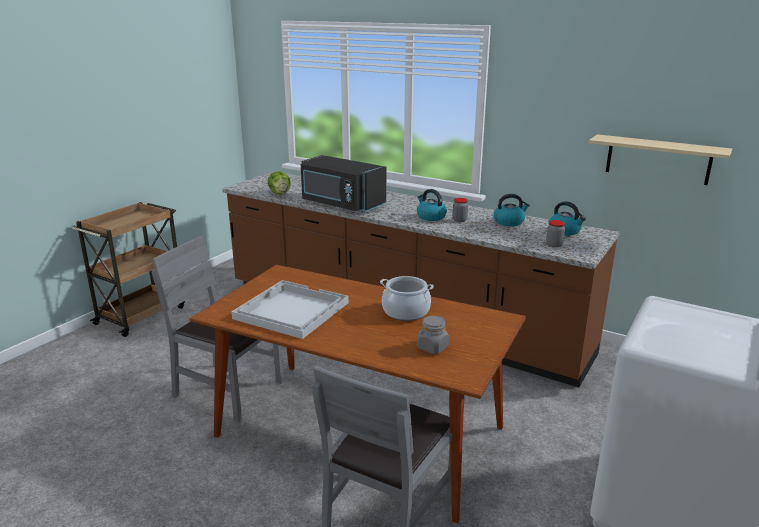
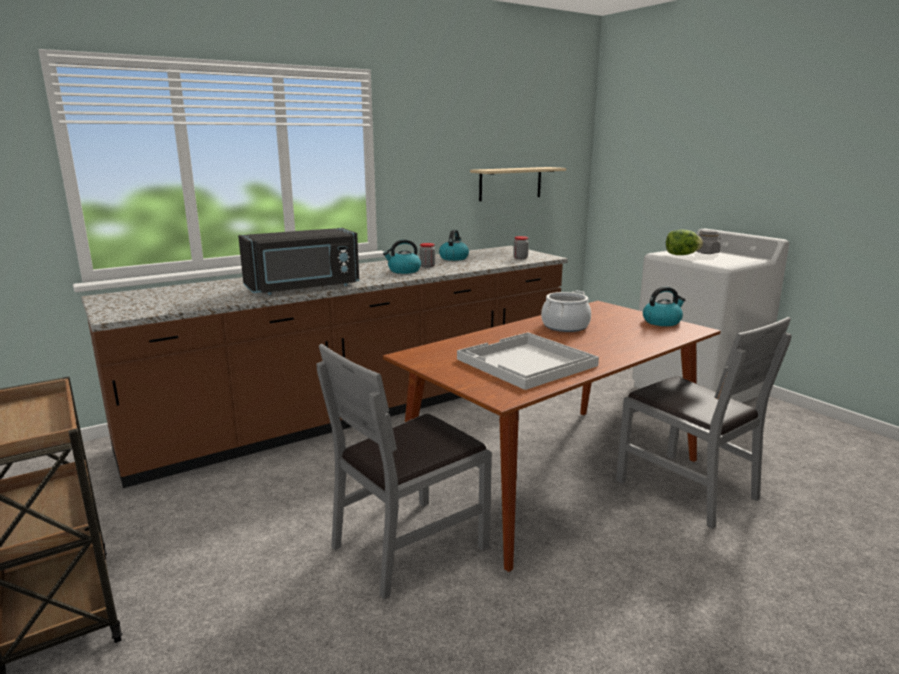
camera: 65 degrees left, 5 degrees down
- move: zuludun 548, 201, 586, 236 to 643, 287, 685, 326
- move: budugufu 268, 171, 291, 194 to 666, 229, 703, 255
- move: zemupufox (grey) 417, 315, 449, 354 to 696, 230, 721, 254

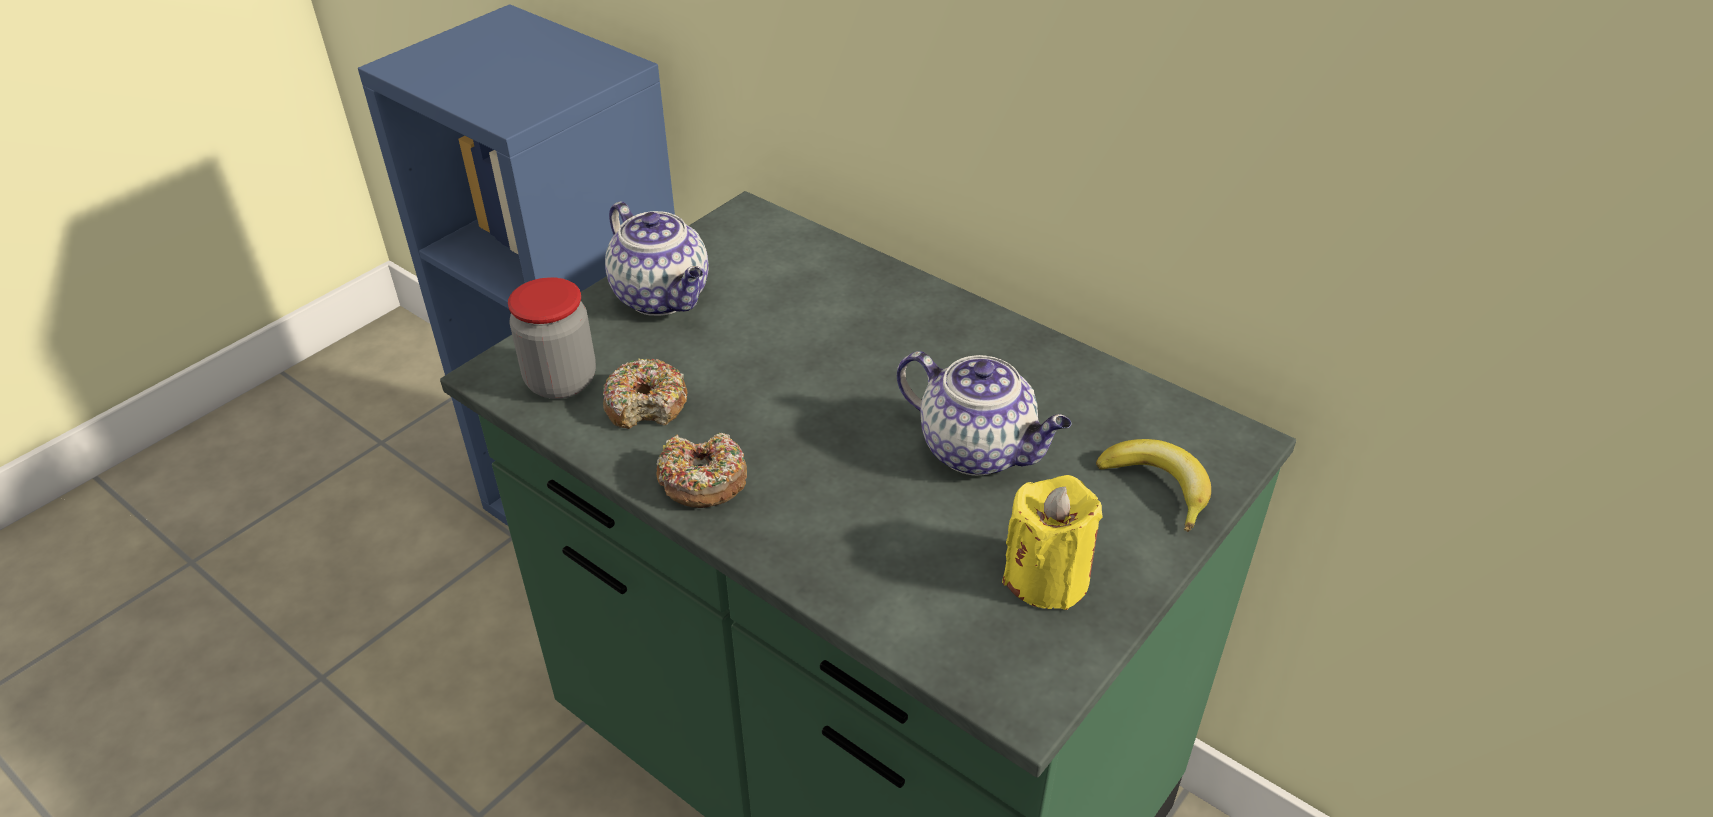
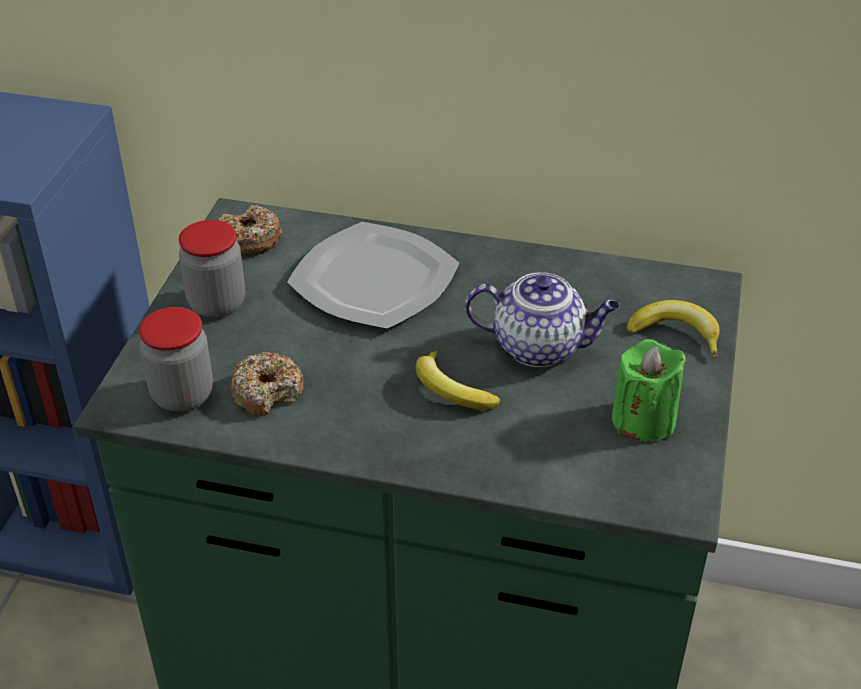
camera: 25 degrees left, 0 degrees up
- replace: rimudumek 605, 201, 709, 316 to zemupufox 179, 220, 245, 318
- move: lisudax 656, 433, 747, 508 to 219, 205, 282, 255
- insert: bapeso 287, 222, 459, 329
- insert: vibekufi 416, 350, 501, 410
- recolor: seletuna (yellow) 1002, 475, 1103, 610 to seletuna (green) 612, 339, 686, 442

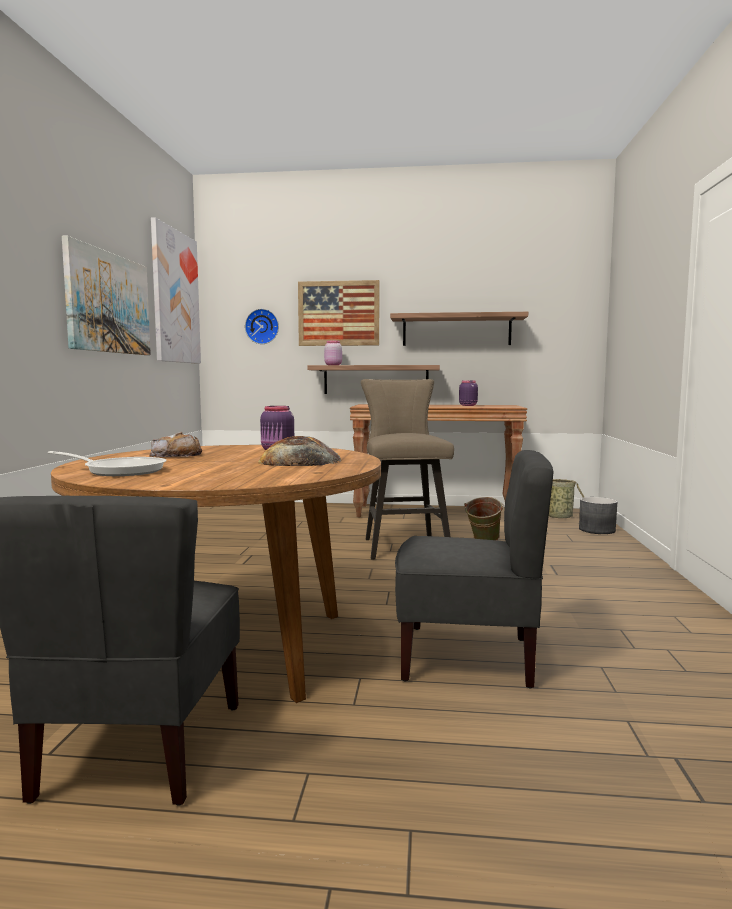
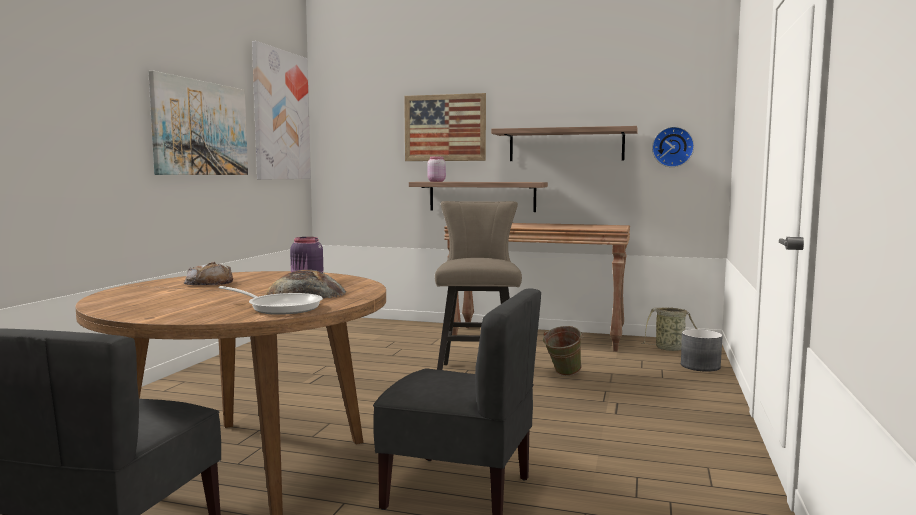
camera: 10 degrees right, 0 degrees up
- move: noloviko 48, 451, 167, 476 to 219, 286, 323, 315
- move: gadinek 245, 309, 279, 344 to 652, 127, 694, 167
- delete: zemupufox (purple) 459, 380, 478, 406

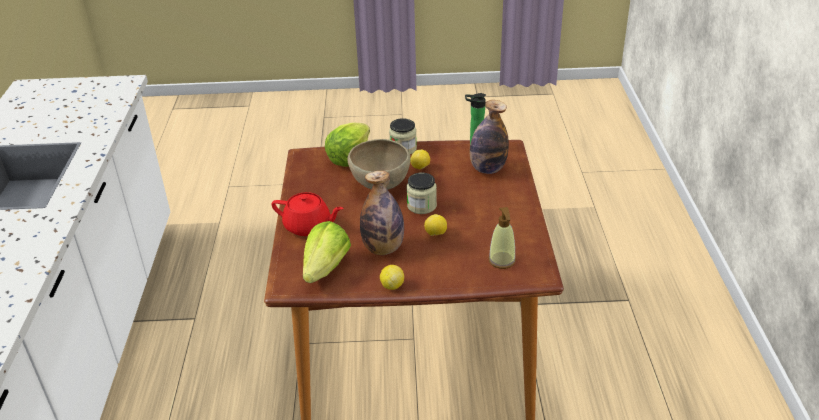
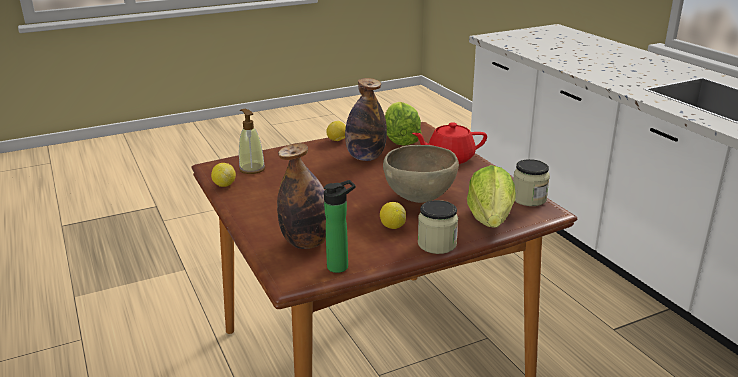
camera: 155 degrees right, 10 degrees down
- move: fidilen 424, 214, 447, 236 to 211, 163, 236, 187
- move: zemupufox 407, 173, 437, 214 to 513, 159, 550, 206

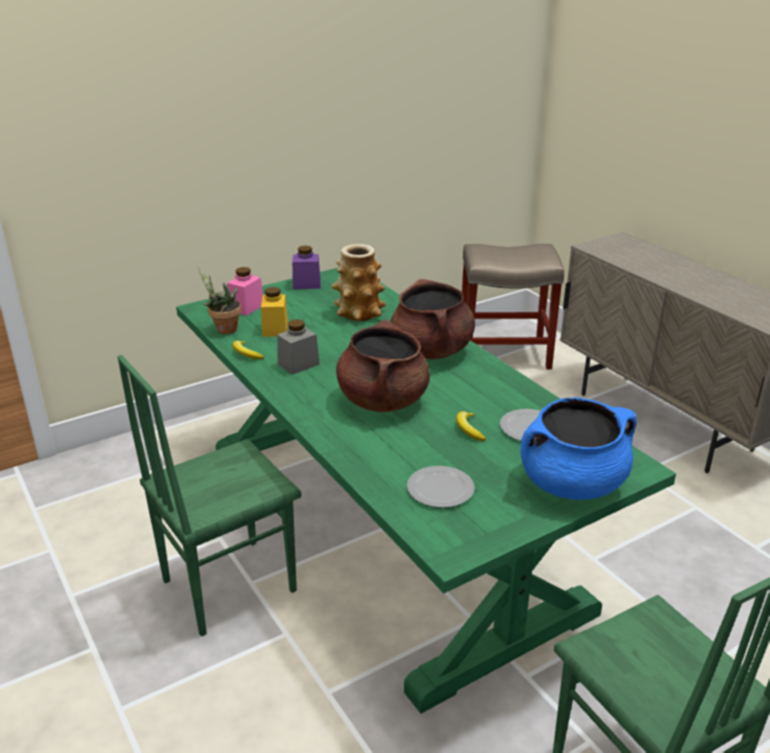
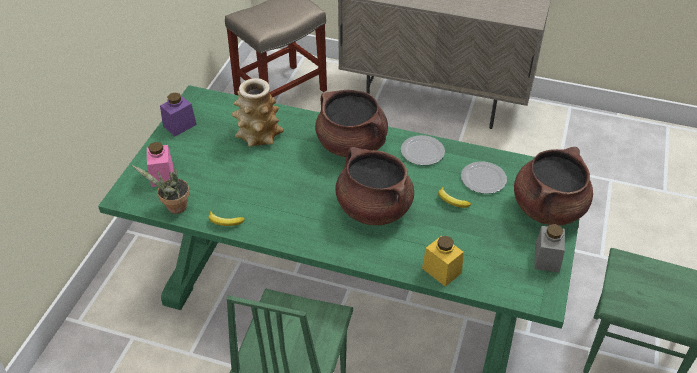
camera: 40 degrees left, 15 degrees up
- move: bapeso 407, 466, 474, 508 to 401, 135, 445, 165
- move: zemupufox (yellow) 261, 287, 288, 337 to 422, 236, 464, 287
- recolor: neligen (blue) 520, 397, 637, 500 to neligen (brown) 514, 147, 593, 225
- move: zemupufox (grey) 277, 319, 320, 375 to 534, 224, 565, 273

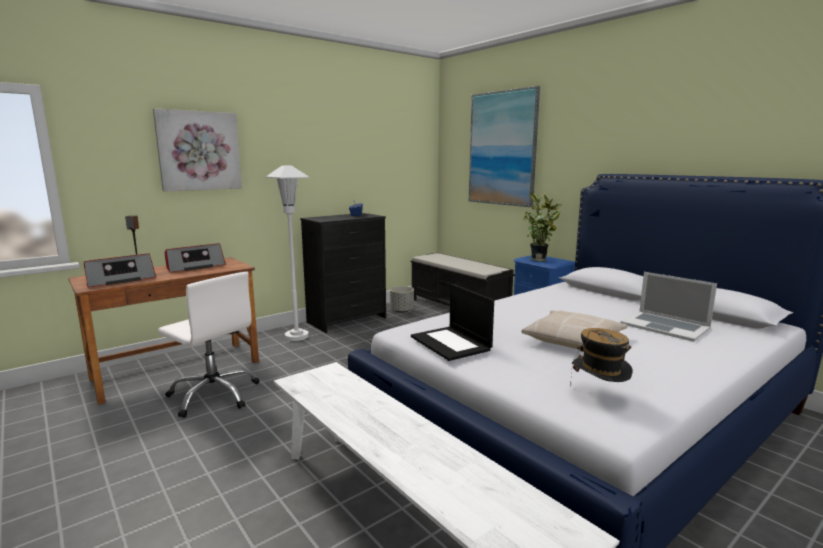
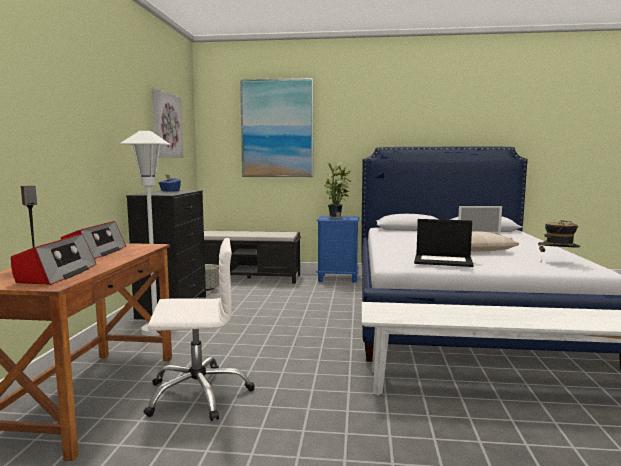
camera: 45 degrees left, 5 degrees down
- move: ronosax 153, 109, 242, 192 to 151, 88, 184, 158

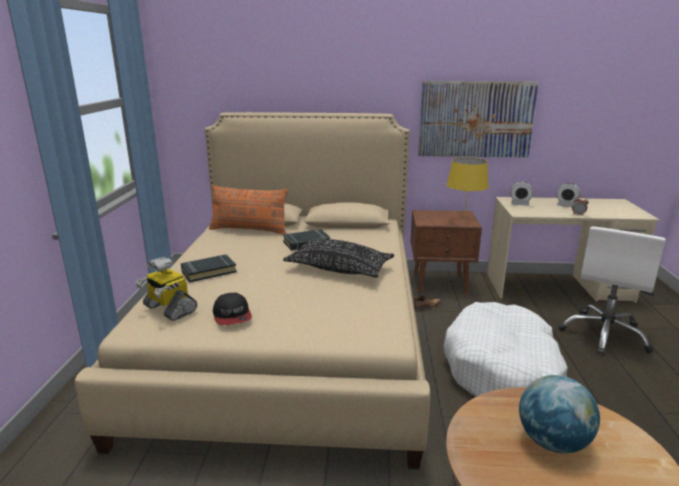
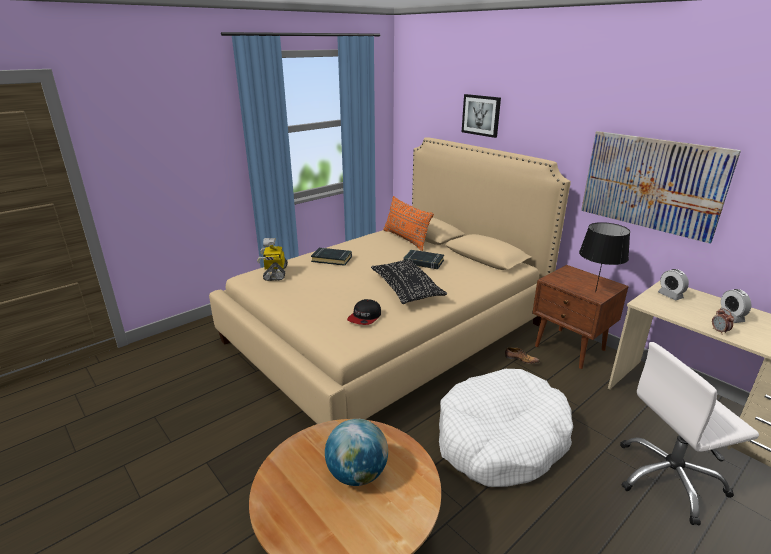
camera: 45 degrees right, 5 degrees up
- move: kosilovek 213, 293, 252, 325 to 347, 299, 381, 325
- insert: ronosax 462, 94, 501, 138
- recolor: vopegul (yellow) 446, 158, 489, 219 to vopegul (black) 579, 222, 630, 292

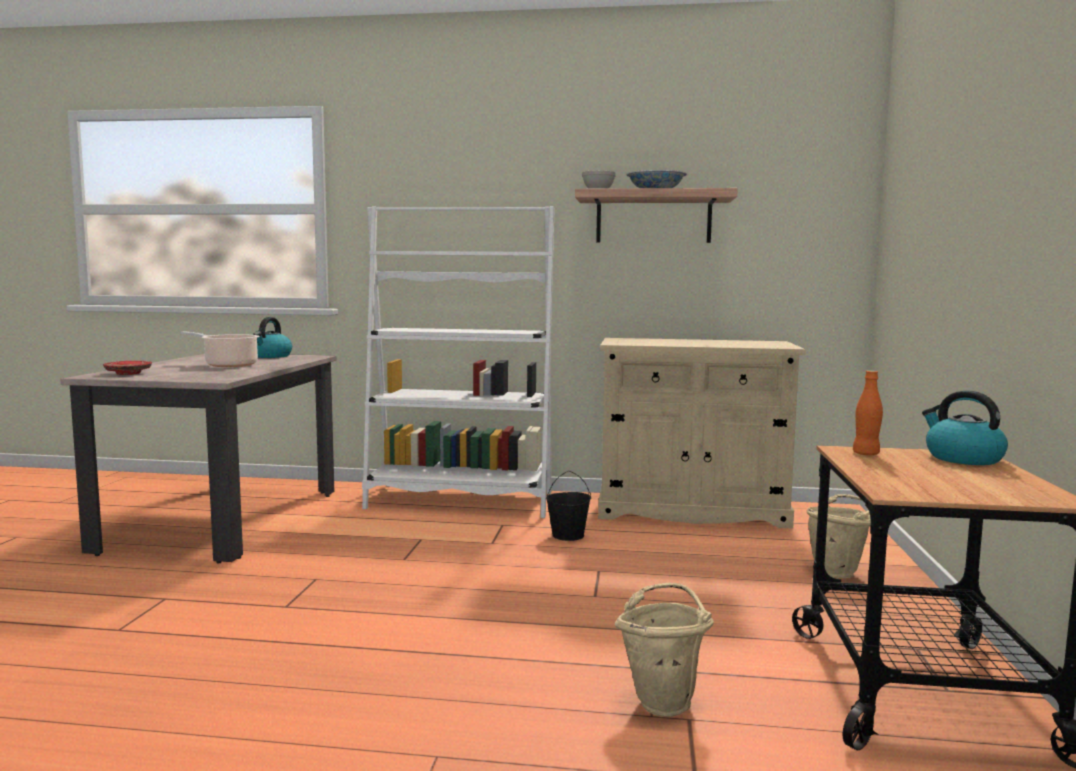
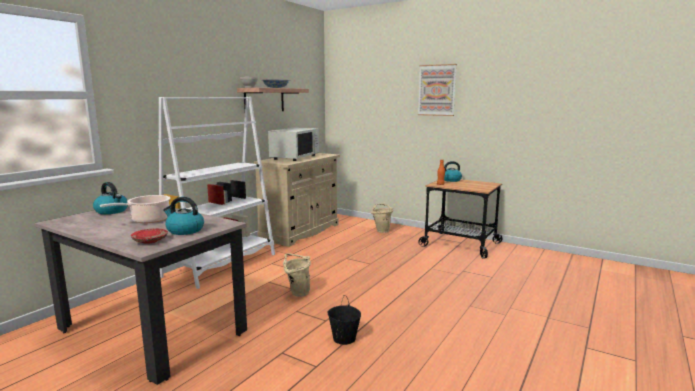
camera: 65 degrees left, 5 degrees up
- insert: zuludun 163, 197, 204, 235
- insert: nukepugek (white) 268, 128, 319, 161
- move: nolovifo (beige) 615, 583, 714, 717 to 283, 253, 311, 297
- move: nolovifo (black) 546, 471, 591, 541 to 327, 295, 361, 345
- insert: ronosax 418, 64, 457, 116

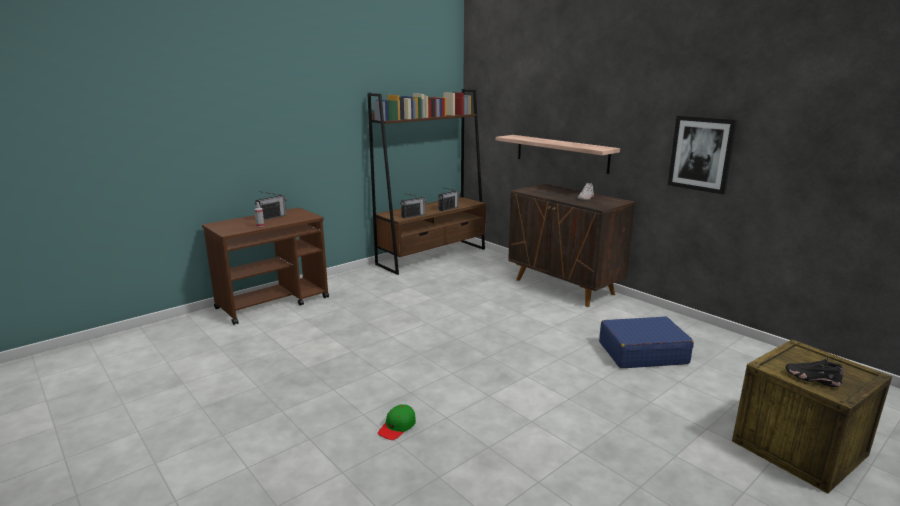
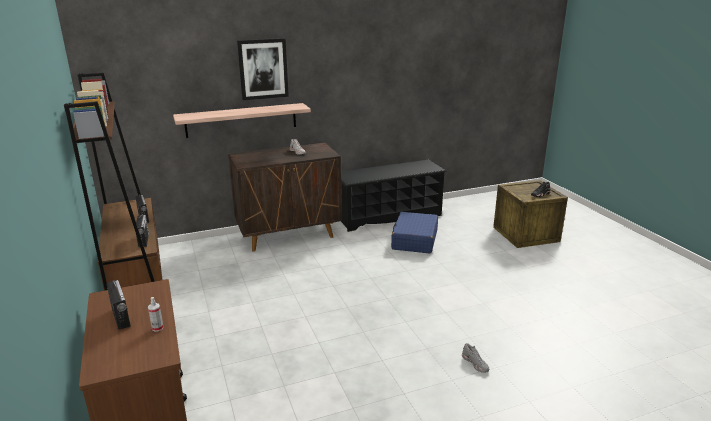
camera: 70 degrees left, 5 degrees up
- move: ronosax 668, 116, 737, 194 to 237, 38, 289, 100
- insert: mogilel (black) 341, 160, 447, 232
- replace: kosilovek (green) 378, 404, 416, 440 to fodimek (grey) 462, 343, 489, 373

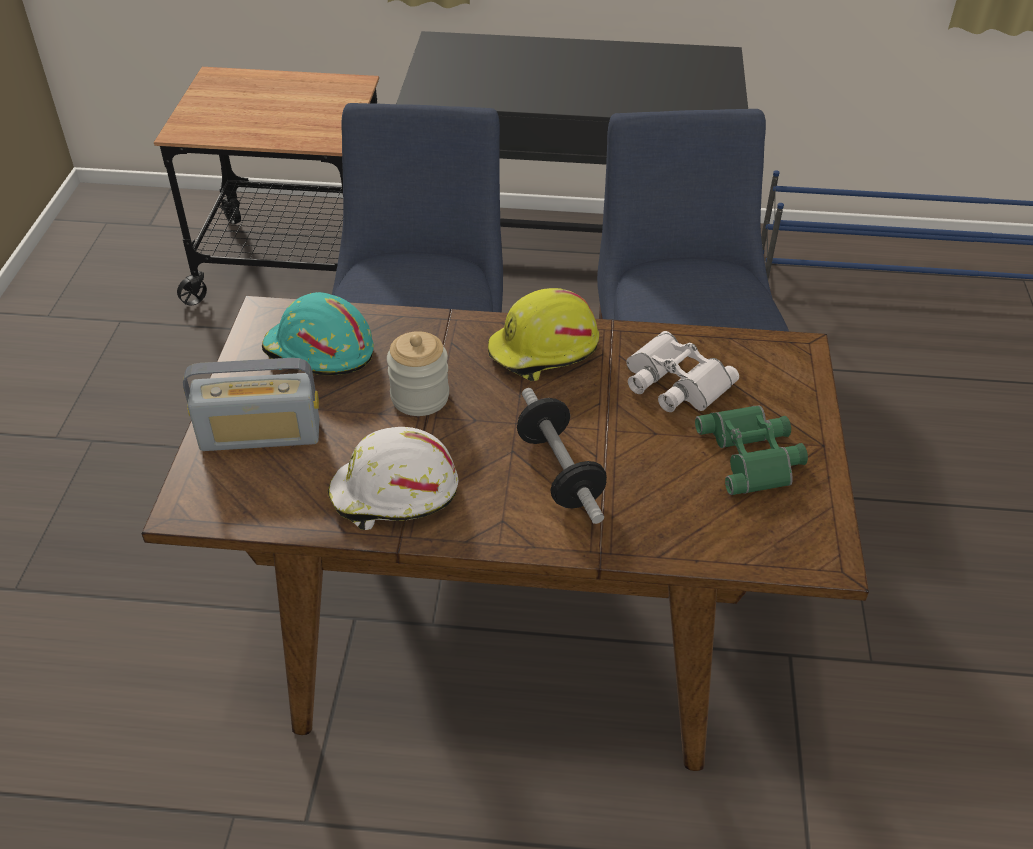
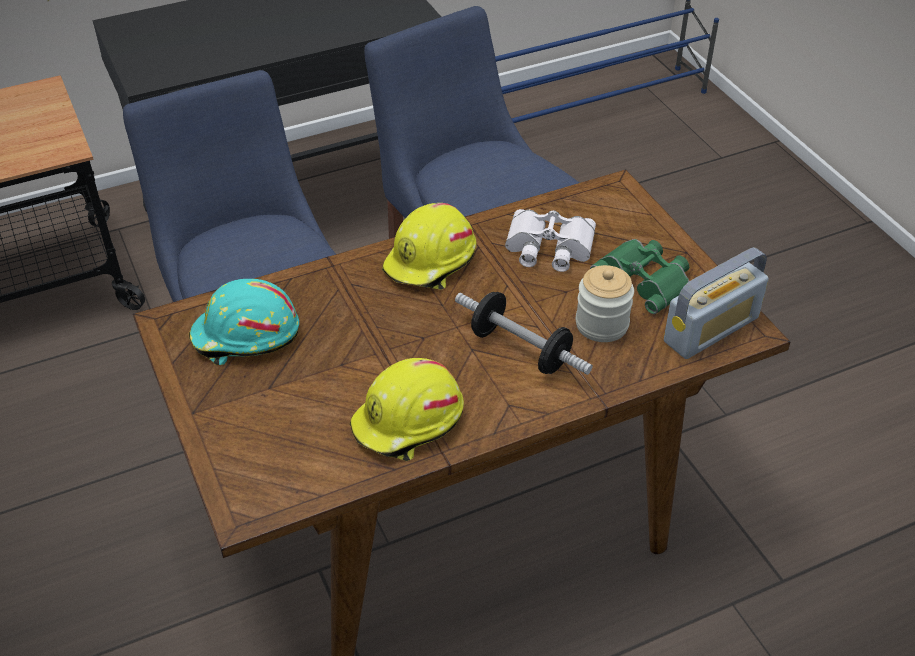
camera: 30 degrees left, 0 degrees up
- recolor: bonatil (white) 327, 427, 458, 530 to bonatil (yellow) 350, 358, 464, 461
- move: zemupufox 387, 331, 449, 416 to 576, 265, 634, 342
- move: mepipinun 183, 358, 319, 451 to 664, 247, 769, 359

